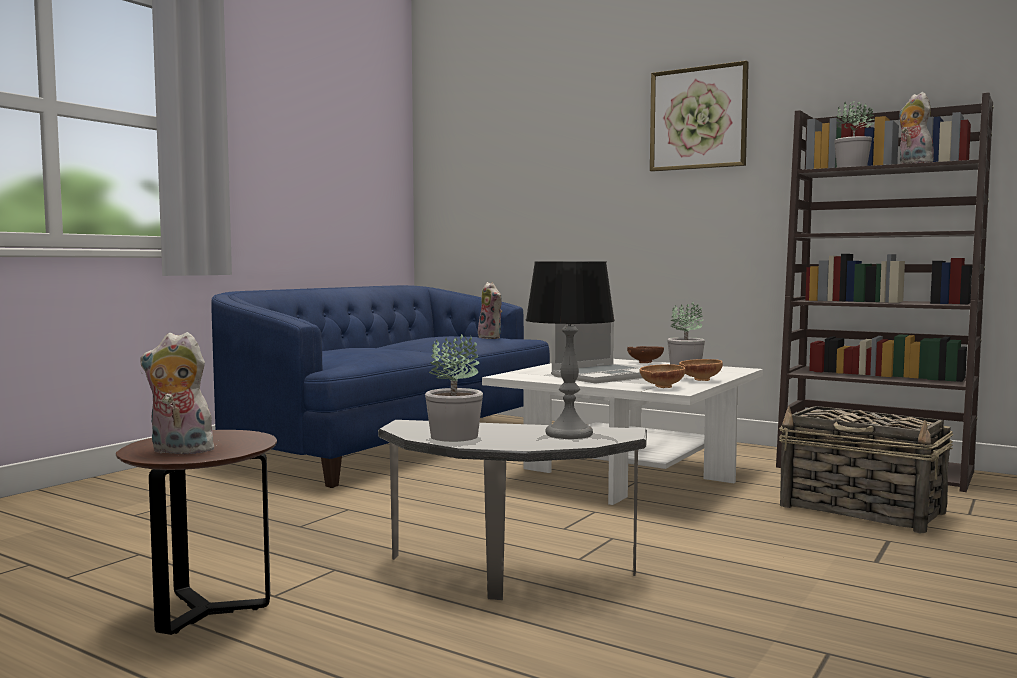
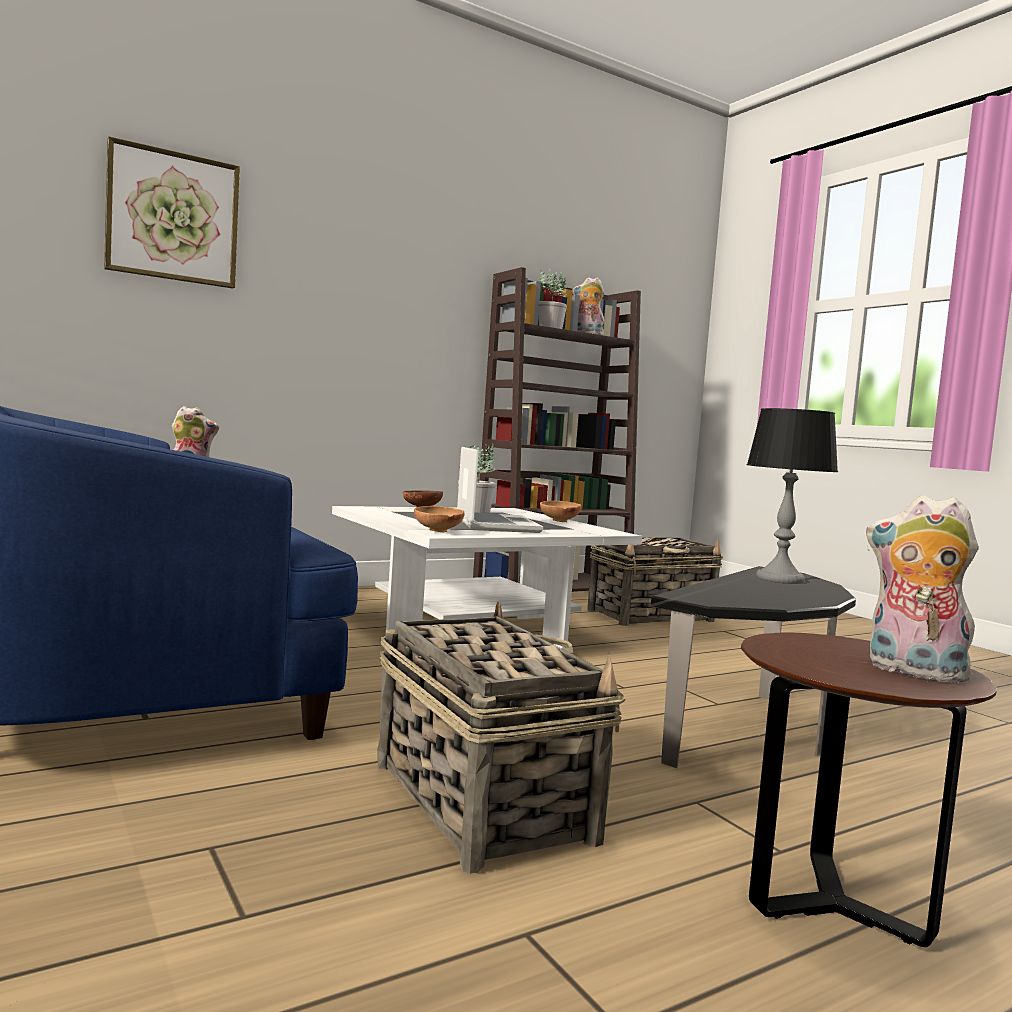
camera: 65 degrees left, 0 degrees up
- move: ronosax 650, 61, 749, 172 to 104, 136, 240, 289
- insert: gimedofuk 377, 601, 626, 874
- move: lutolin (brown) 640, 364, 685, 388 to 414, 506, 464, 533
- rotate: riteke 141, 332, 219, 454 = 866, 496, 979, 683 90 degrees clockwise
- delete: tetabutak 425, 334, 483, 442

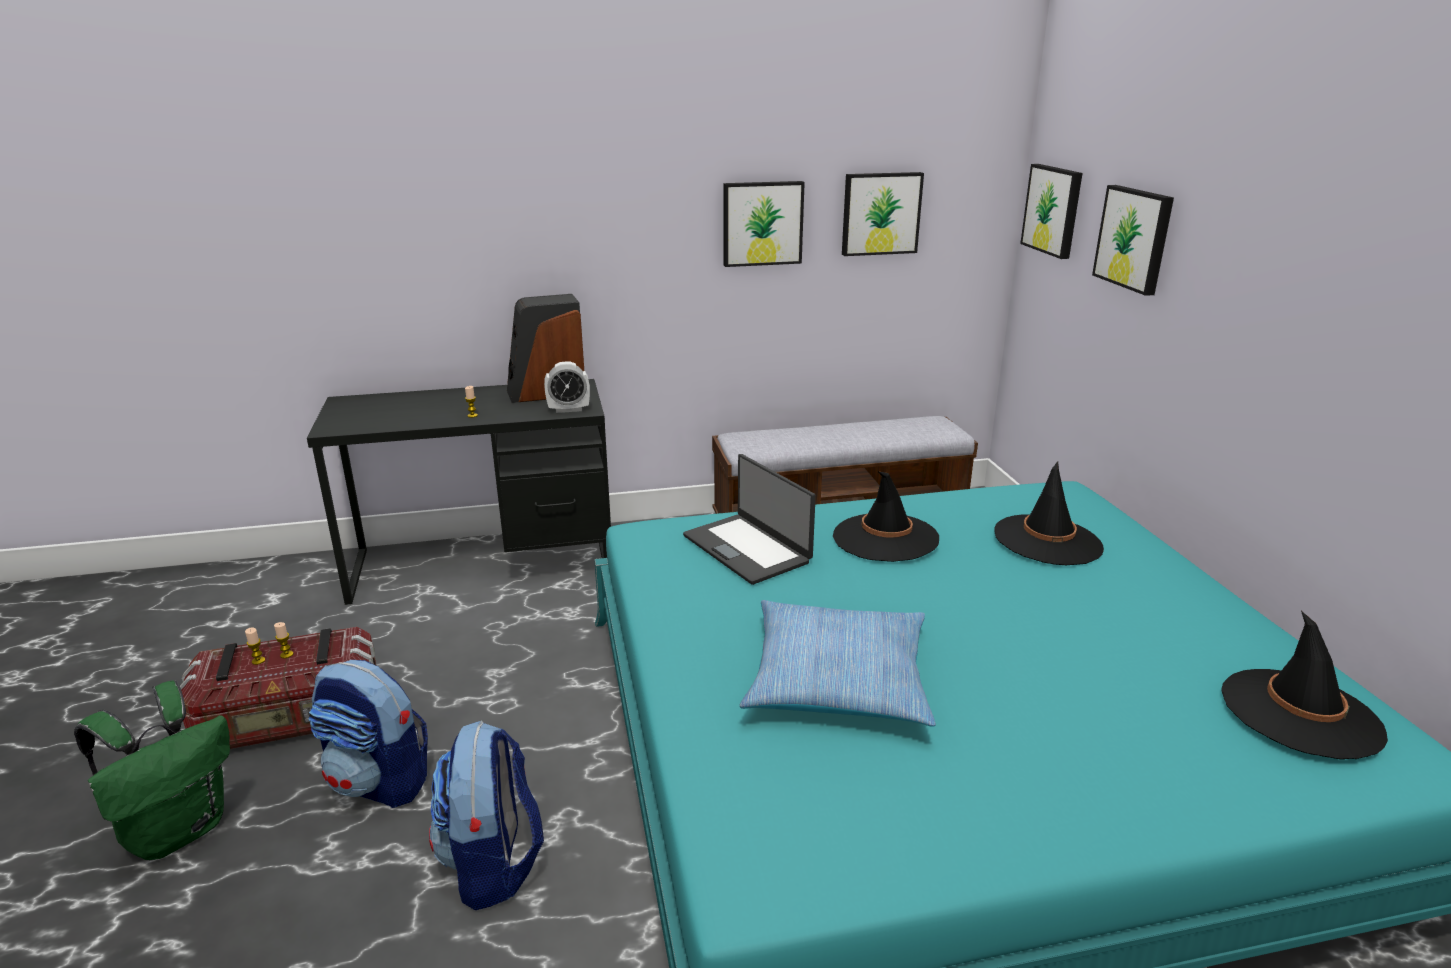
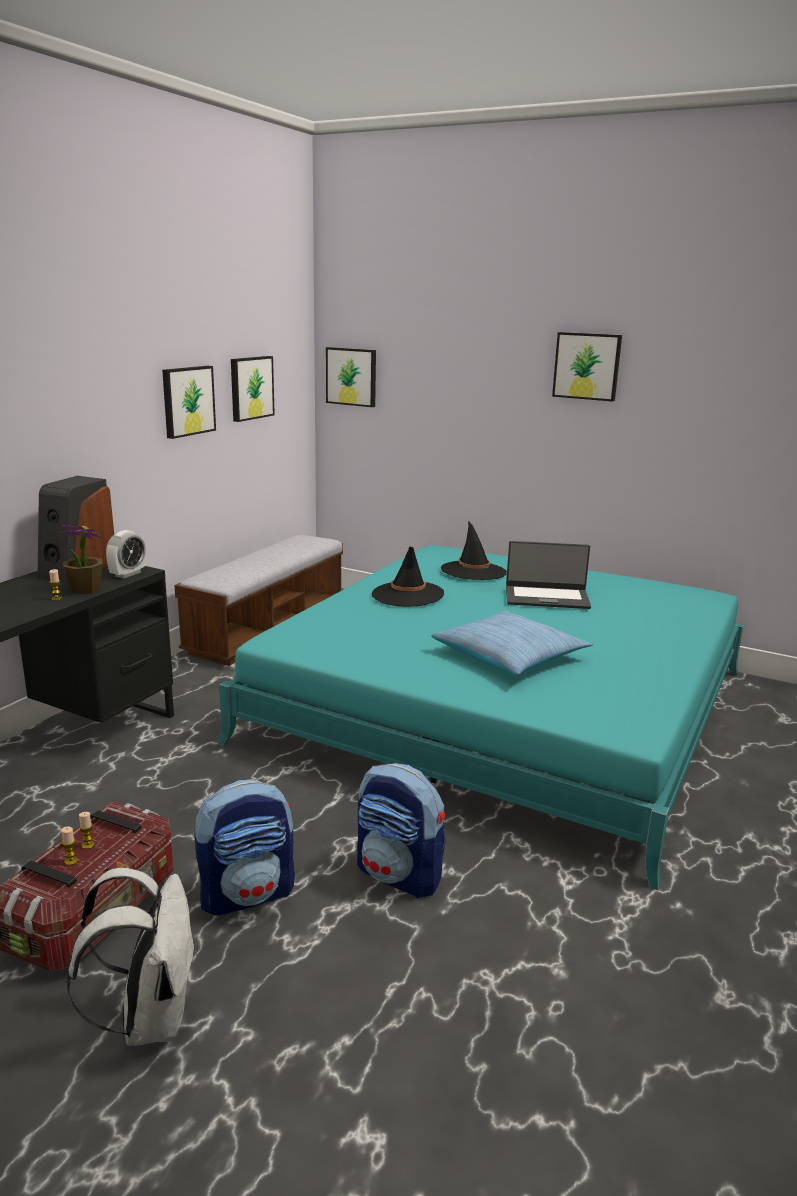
camera: 50 degrees left, 5 degrees down
- insert: tetabutak 60, 525, 103, 594
- recolor: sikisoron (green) 74, 680, 230, 860 to sikisoron (white) 66, 868, 196, 1046
- move: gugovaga 683, 454, 816, 585 to 506, 541, 591, 609
- move: ronosax 1092, 185, 1174, 296 to 552, 332, 622, 402
- delete: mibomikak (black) 1221, 611, 1388, 759

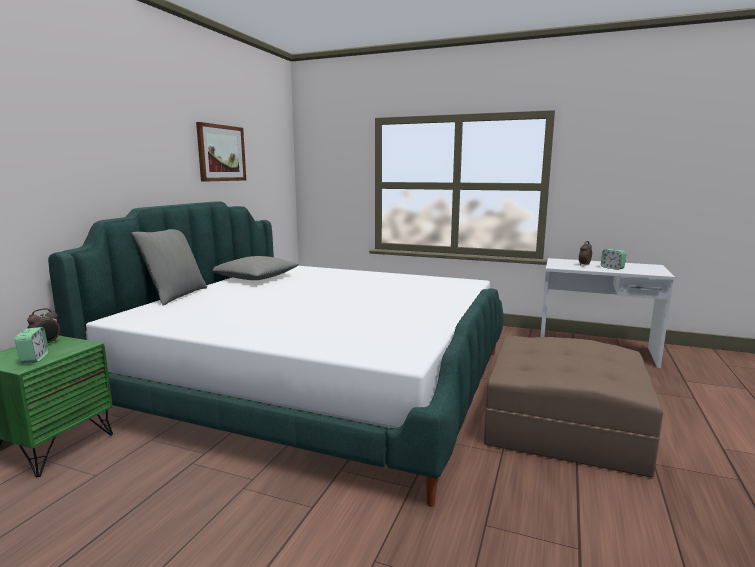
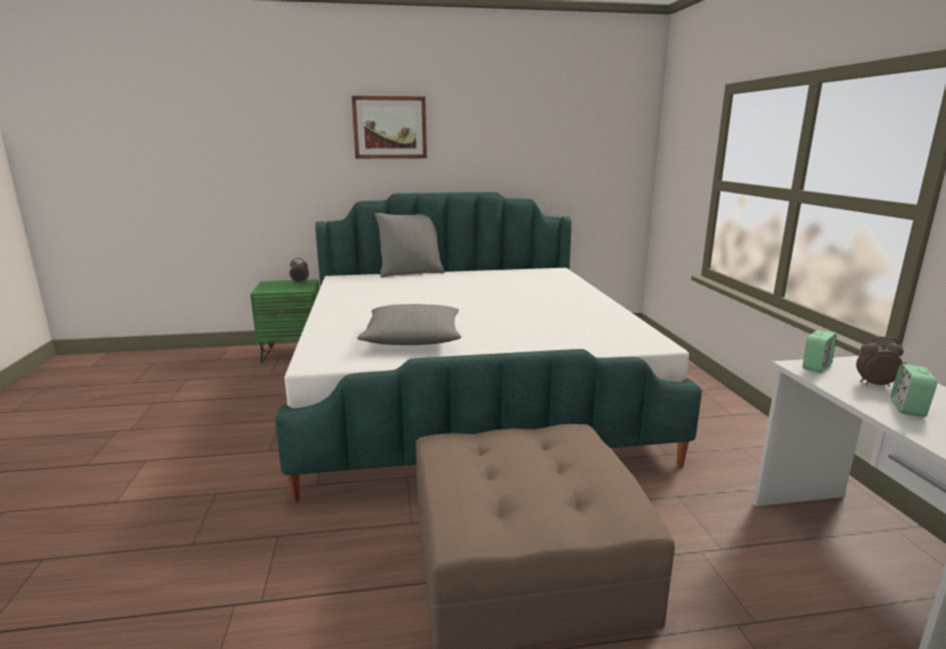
camera: 60 degrees right, 5 degrees up
- move: ronosax 196, 122, 246, 182 to 352, 96, 427, 159
- move: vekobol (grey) 213, 256, 299, 280 to 357, 304, 461, 345
- move: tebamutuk 15, 327, 49, 364 to 802, 330, 837, 373

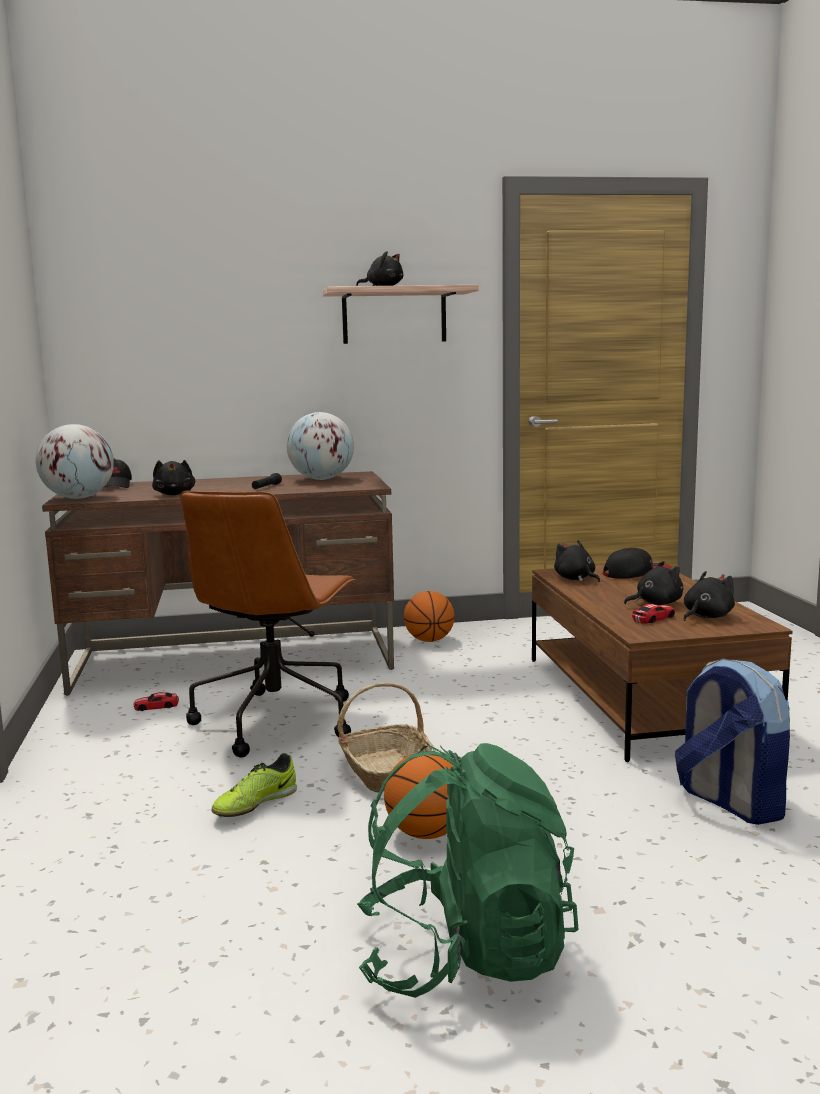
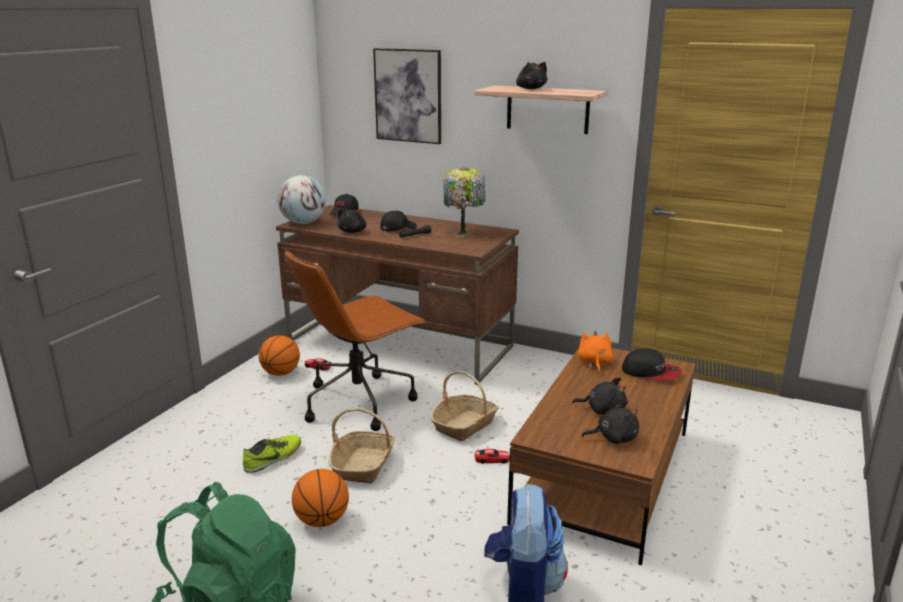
camera: 35 degrees right, 10 degrees up
- rotate: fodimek 211, 753, 297, 817 = 243, 435, 301, 473 150 degrees clockwise
- move: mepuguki 404, 591, 455, 642 to 259, 335, 300, 376
- insert: ronosax 373, 48, 441, 144
- insert: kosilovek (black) 381, 211, 417, 232
- insert: gimedofuk 430, 371, 499, 441
- replace: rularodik 287, 412, 354, 480 to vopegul 443, 167, 486, 237
- move: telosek 632, 604, 675, 624 to 474, 449, 510, 464
- recolor: riteke (black) 554, 540, 600, 582 to riteke (orange) 578, 330, 613, 373

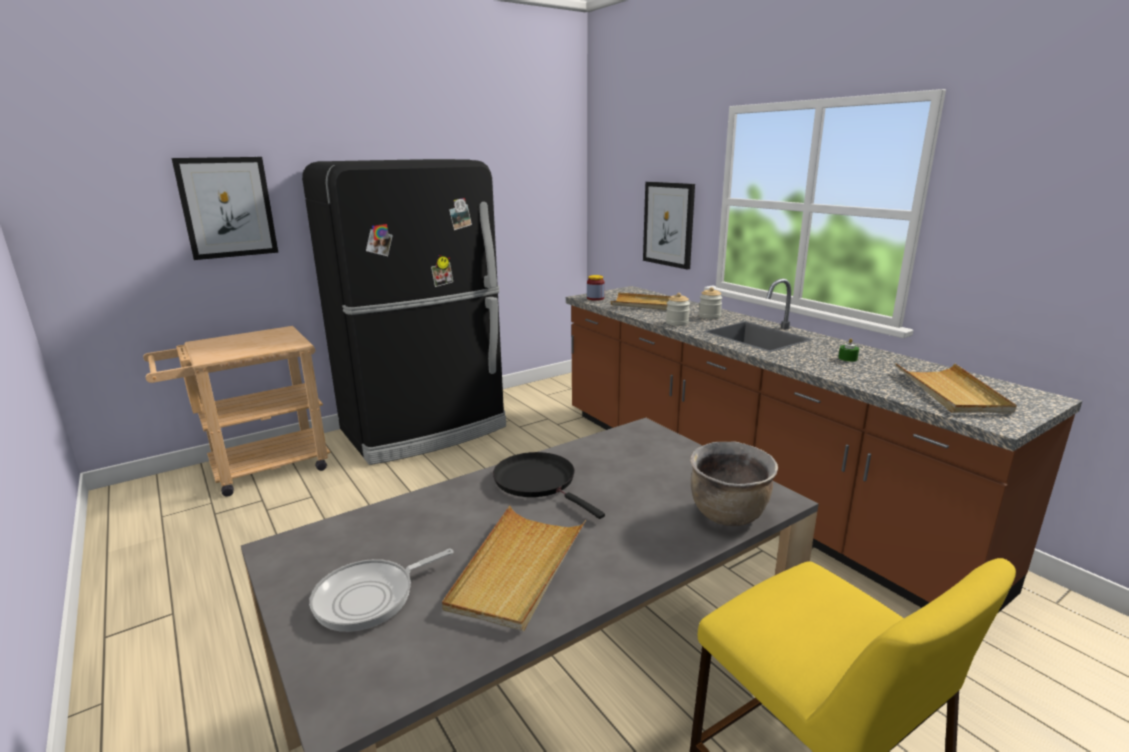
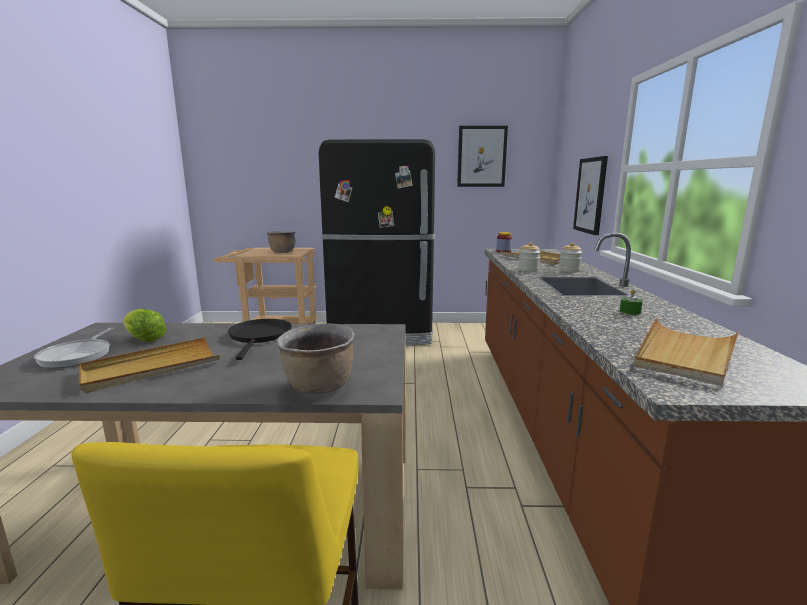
camera: 35 degrees right, 5 degrees down
- rotate: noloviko 309, 548, 454, 632 = 34, 328, 114, 368 90 degrees counterclockwise
- insert: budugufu 123, 309, 166, 342
- insert: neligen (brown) 267, 231, 295, 253
- move: ronosax 172, 157, 278, 260 to 457, 126, 508, 187

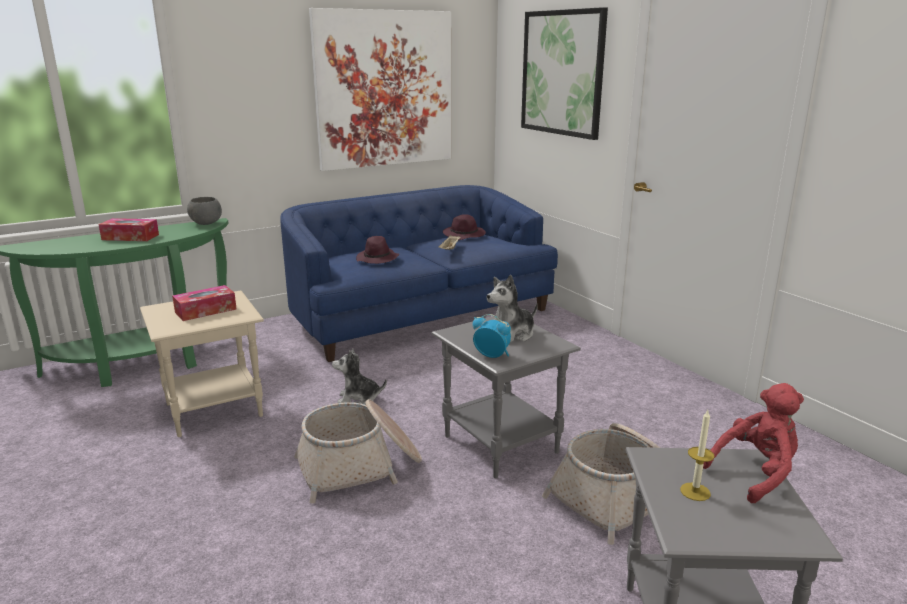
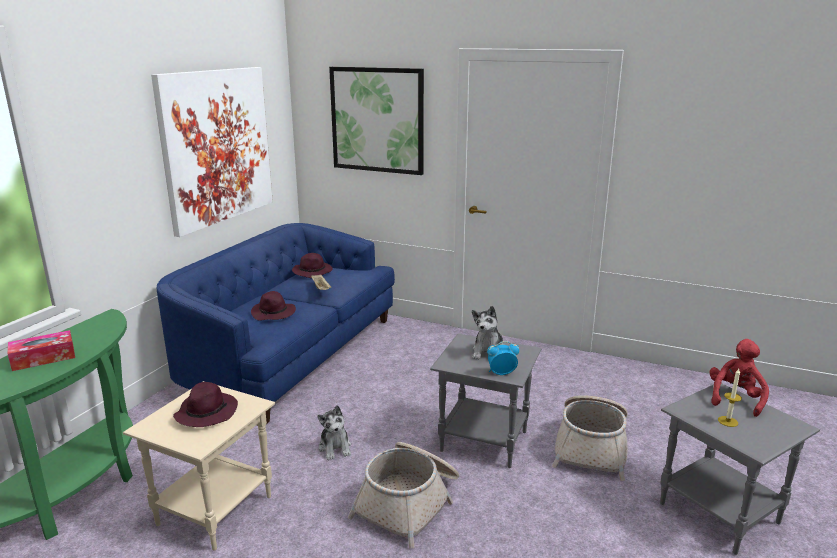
camera: 35 degrees left, 0 degrees up
- replace: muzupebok 172, 285, 237, 321 to mibomikak (purple) 173, 382, 238, 427
- rotate: riteke 332, 349, 387, 405 = 317, 405, 351, 460 75 degrees counterclockwise
- delete: lutolin (grey) 187, 197, 222, 225

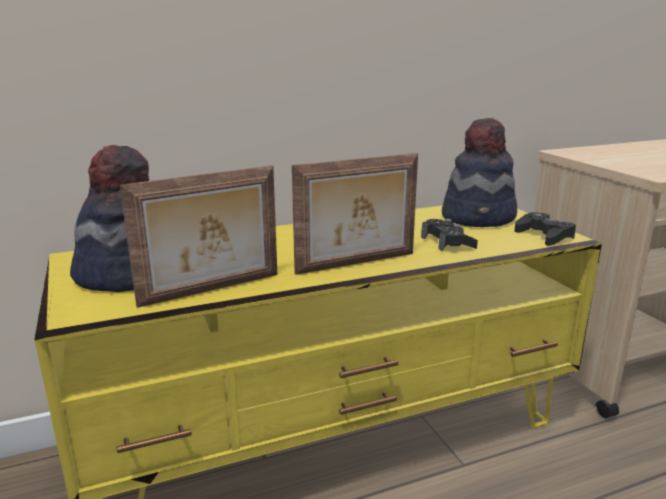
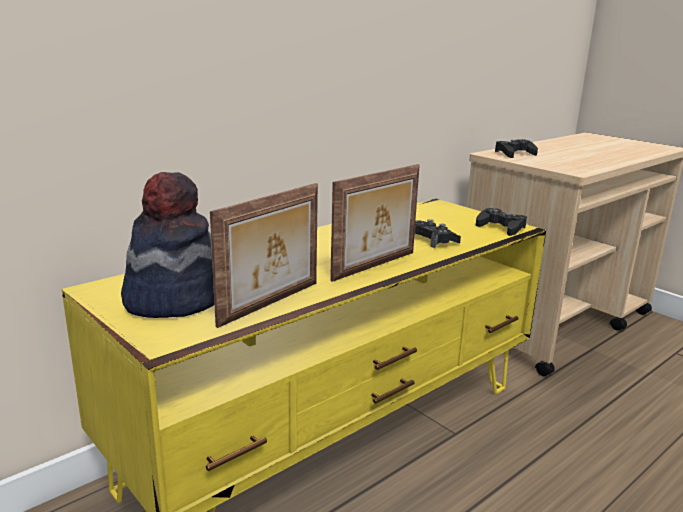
camera: 20 degrees left, 0 degrees up
- insert: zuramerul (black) 495, 139, 538, 158
- delete: mibomikak 442, 118, 517, 227

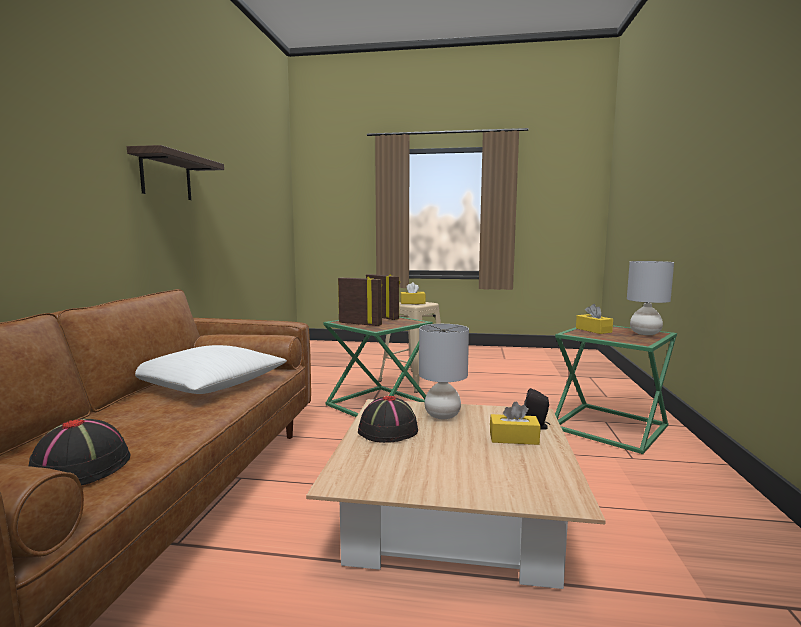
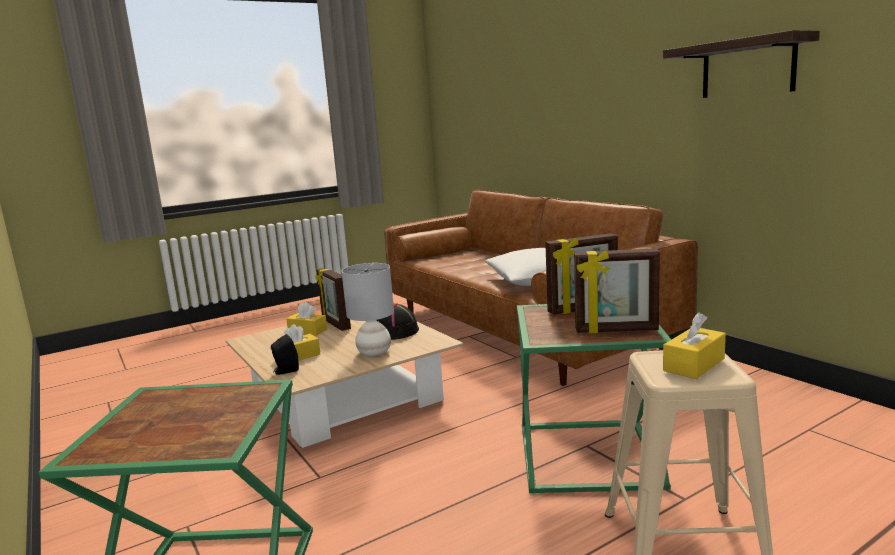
camera: 140 degrees right, 5 degrees up
- move: muzupebok (yellow) 576, 304, 613, 334 to 286, 302, 327, 336
- insert: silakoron 316, 268, 351, 331
- delete: mibomikak (black) 29, 418, 130, 486
- delete: vopegul (grey) 627, 261, 674, 335

